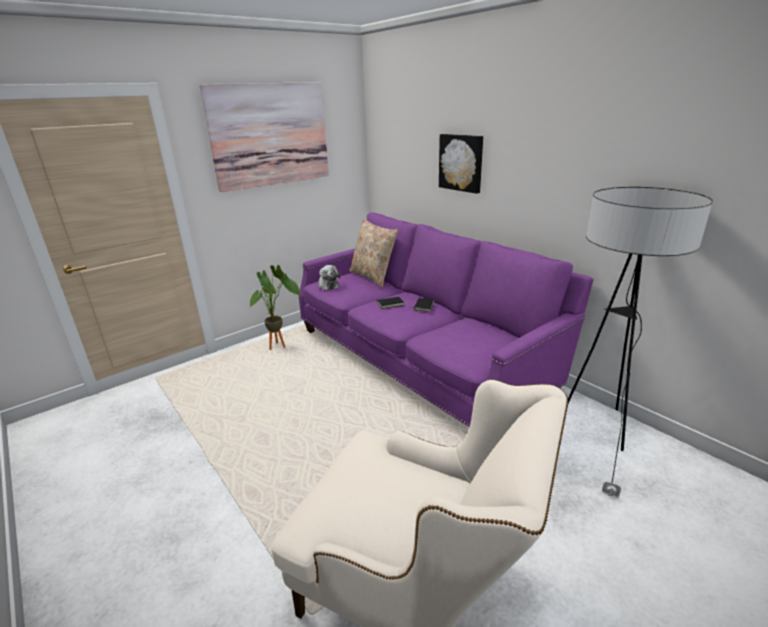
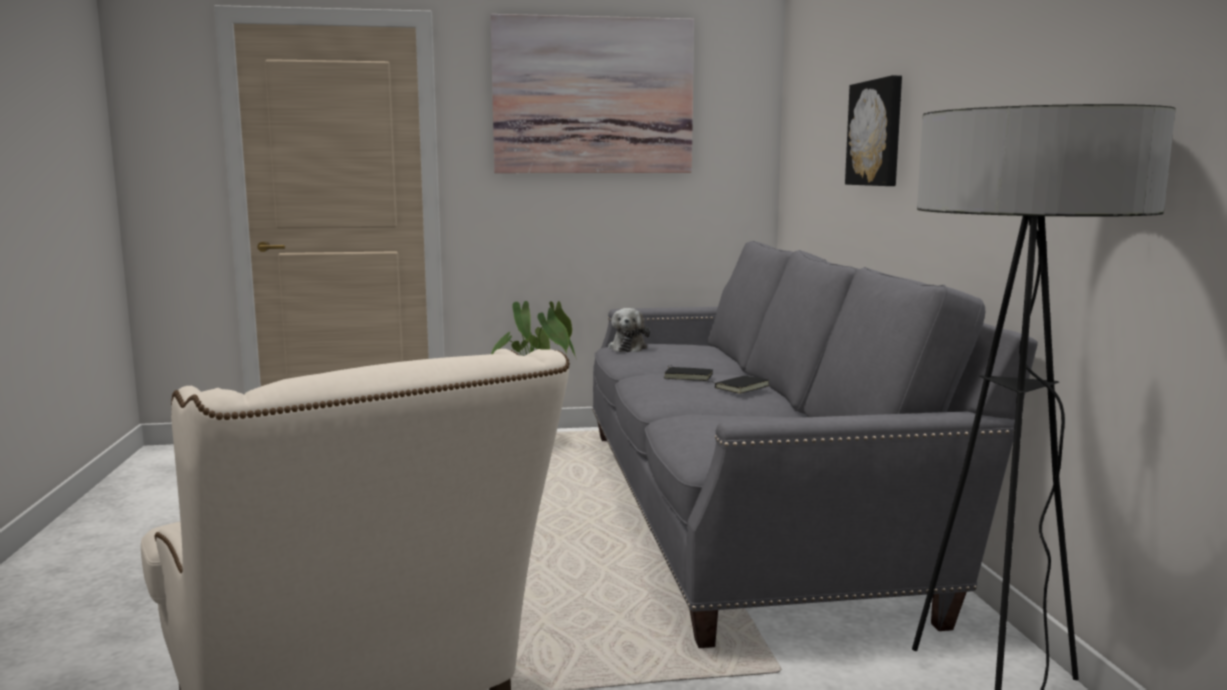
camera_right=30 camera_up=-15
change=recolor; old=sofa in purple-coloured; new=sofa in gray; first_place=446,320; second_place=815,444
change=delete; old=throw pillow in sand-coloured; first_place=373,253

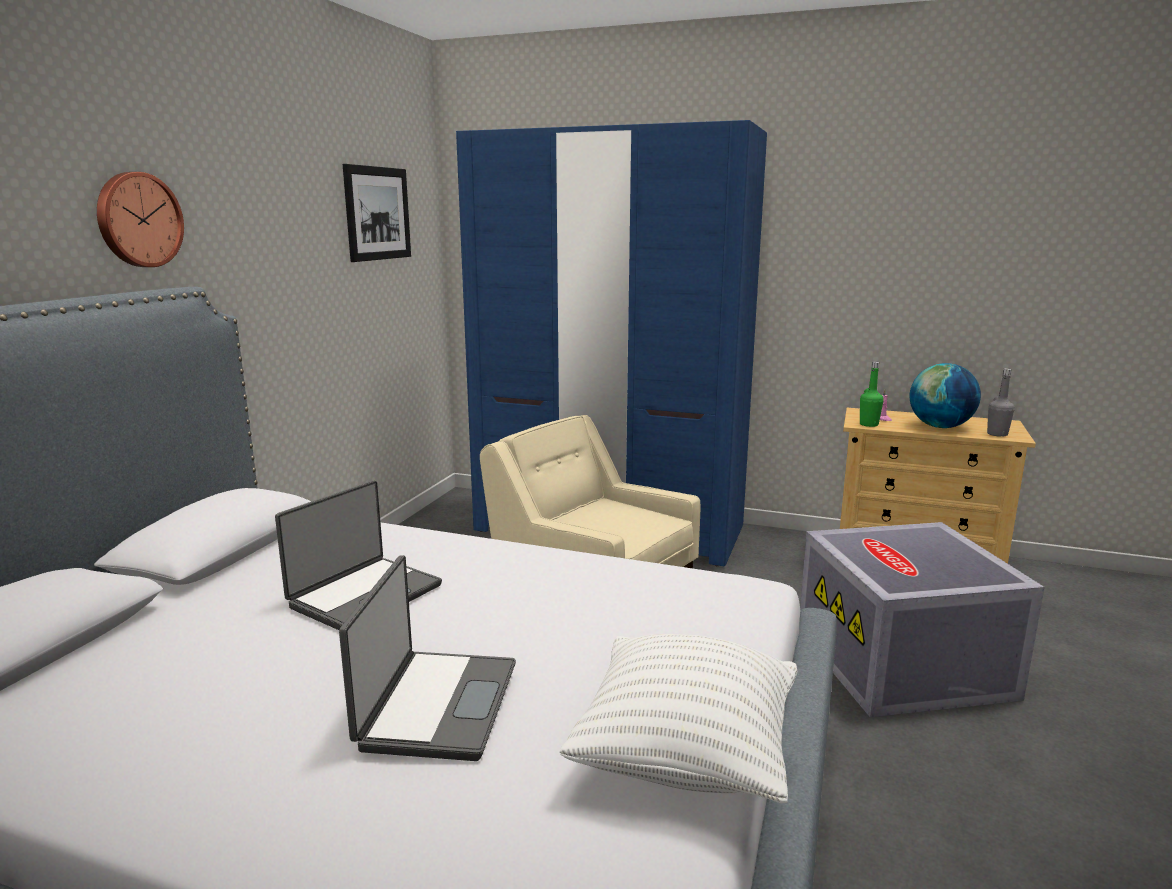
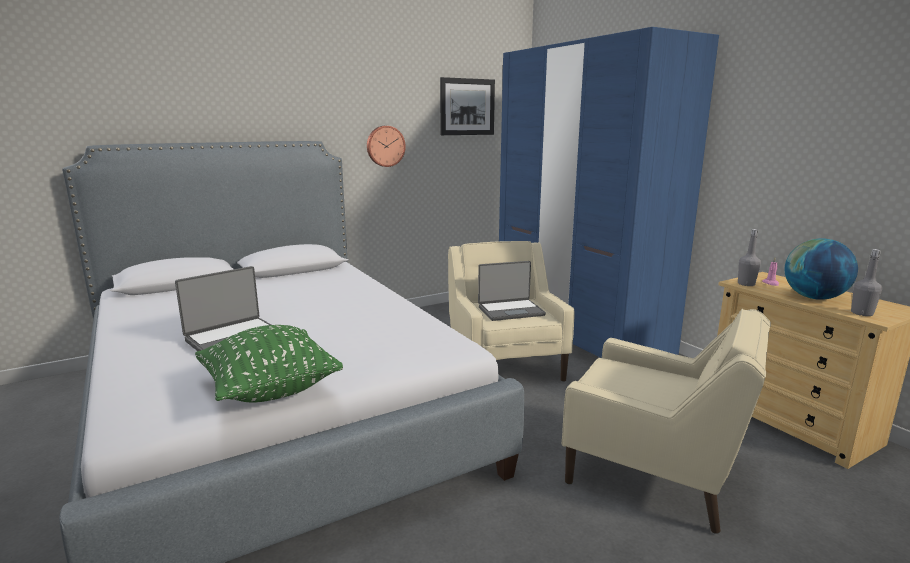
camera_right=40 camera_up=0
change=recolor; old=throw pillow in white; new=throw pillow in green; first_place=678,719; second_place=269,364
change=move; old=wall clock; first_place=140,219; second_place=386,146
change=move; old=laptop; first_place=358,555; second_place=512,291
change=replace; old=storage box in gray; new=armchair in sand-coloured; first_place=922,619; second_place=666,421
change=recolor; old=bottle in green; new=bottle in gray; first_place=872,394; second_place=749,257

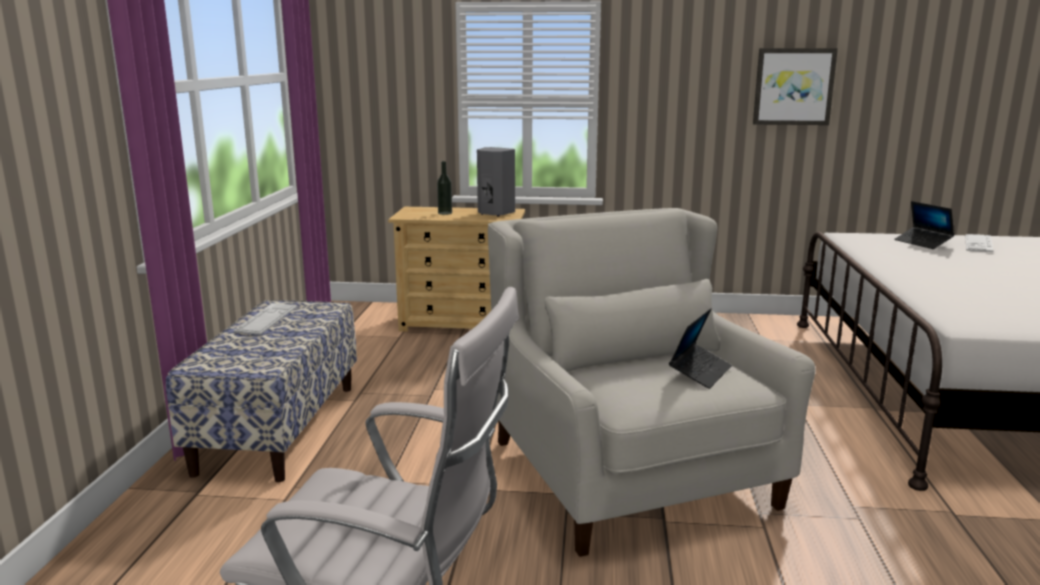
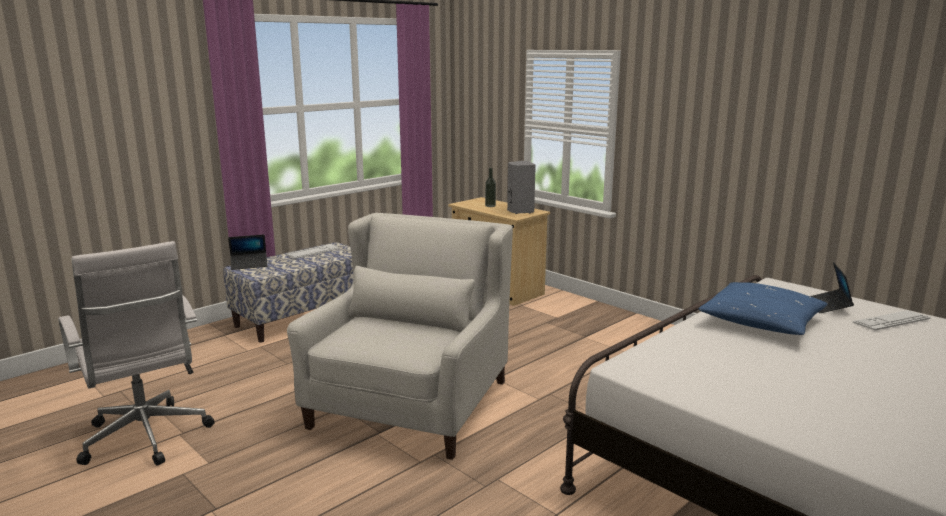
camera_right=40 camera_up=0
change=move; old=laptop; first_place=700,348; second_place=248,252
change=insert; new=throw pillow in blue; second_place=763,308
change=delete; old=wall picture; first_place=795,86

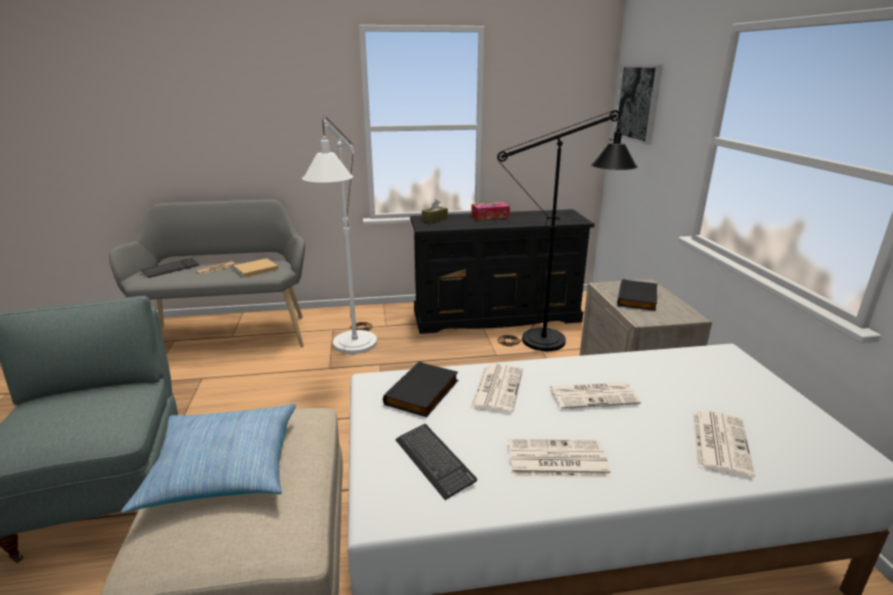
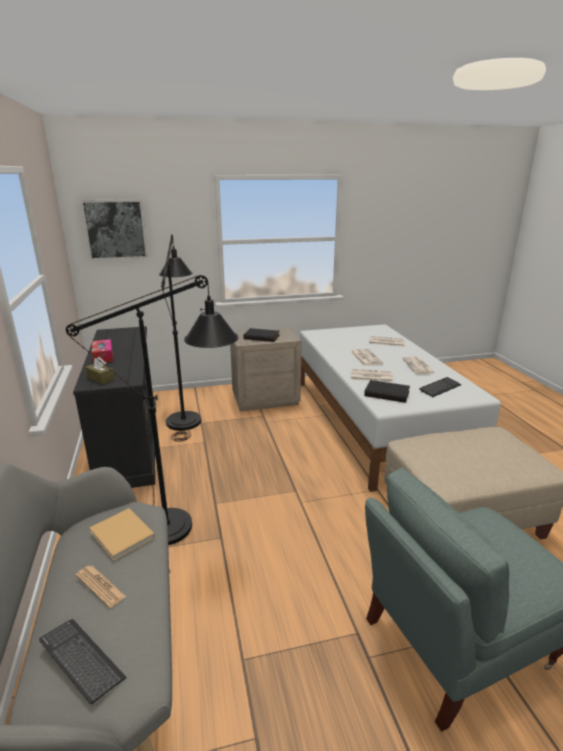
camera_right=-95 camera_up=0
change=recolor; old=floor lamp in white; new=floor lamp in blackish; first_place=339,234; second_place=152,410
change=delete; old=throw pillow; first_place=208,458

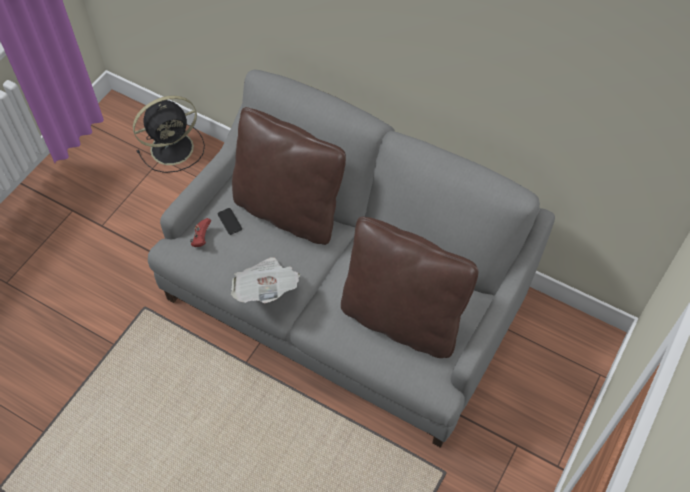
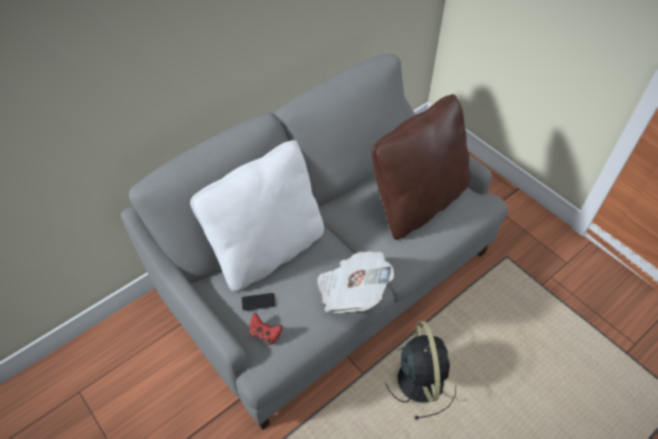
camera_right=-70 camera_up=-5
change=recolor; old=throw pillow in brownish; new=throw pillow in white; first_place=289,176; second_place=257,216
change=move; old=cooling fan in blackish; first_place=169,134; second_place=420,370

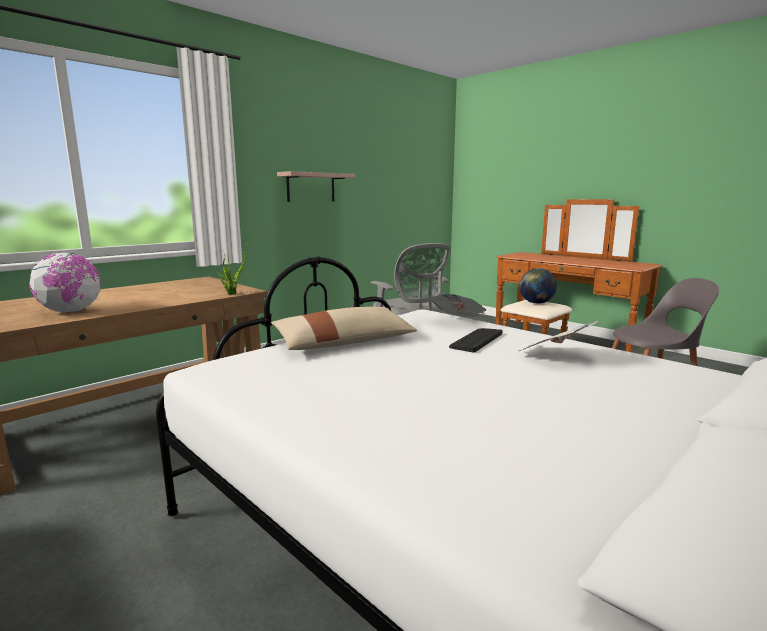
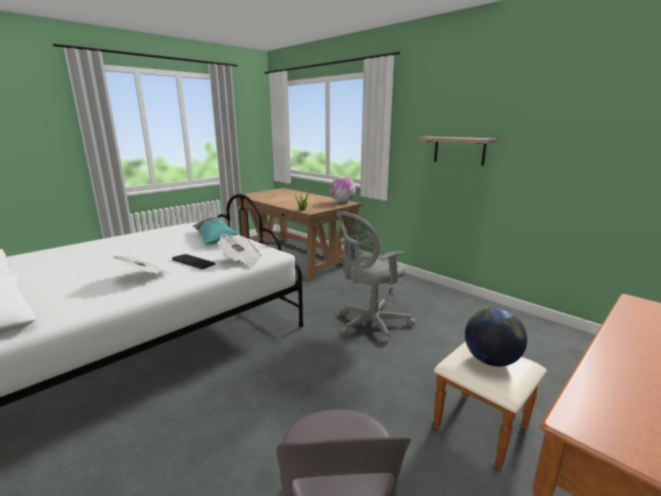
camera_right=90 camera_up=5
change=recolor; old=throw pillow in sand-coloured; new=throw pillow in turquoise-coloured; first_place=344,328; second_place=215,230
change=move; old=world globe; first_place=65,283; second_place=343,189

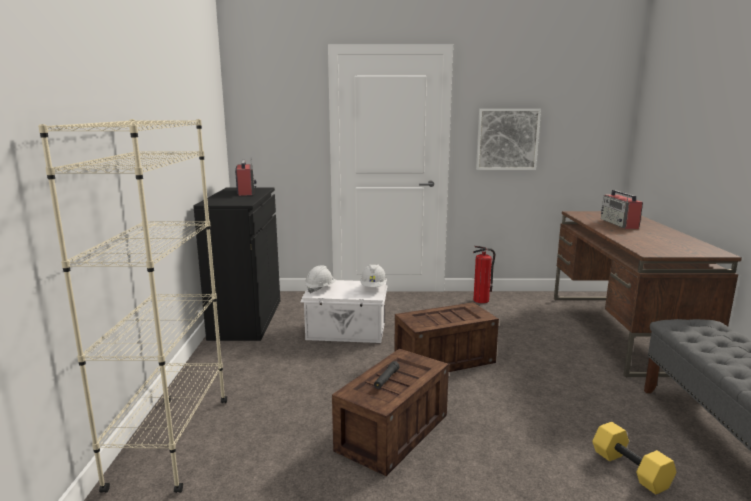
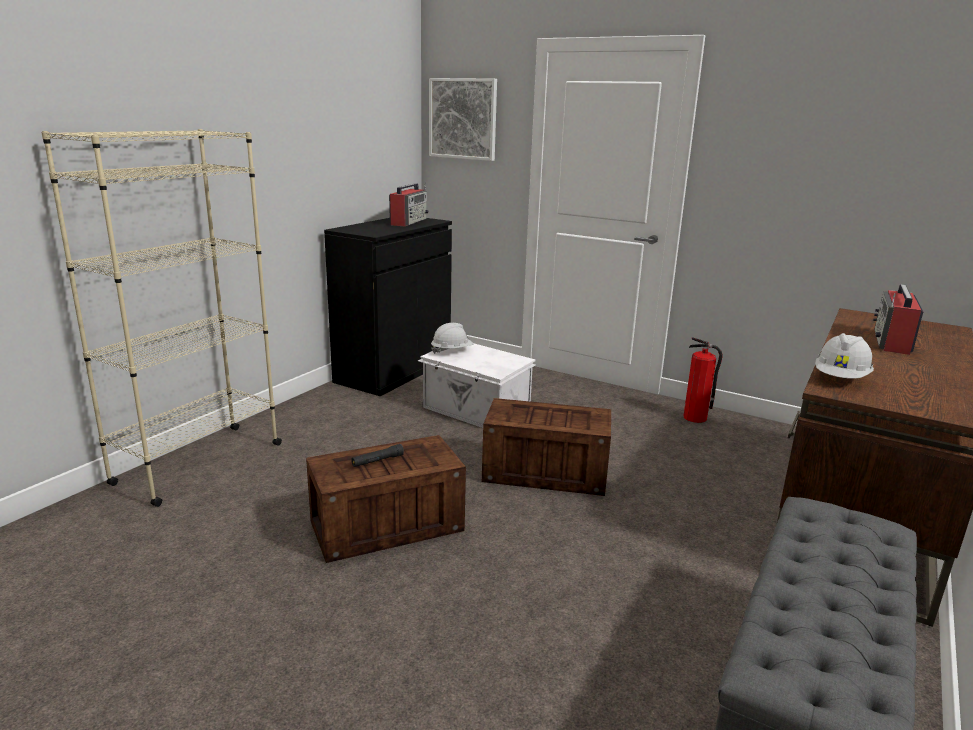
camera_right=30 camera_up=5
change=move; old=wall picture; first_place=508,139; second_place=463,119
change=move; old=work helmet in white; first_place=373,275; second_place=844,356
change=delete; old=hand weight in yellow; first_place=634,458

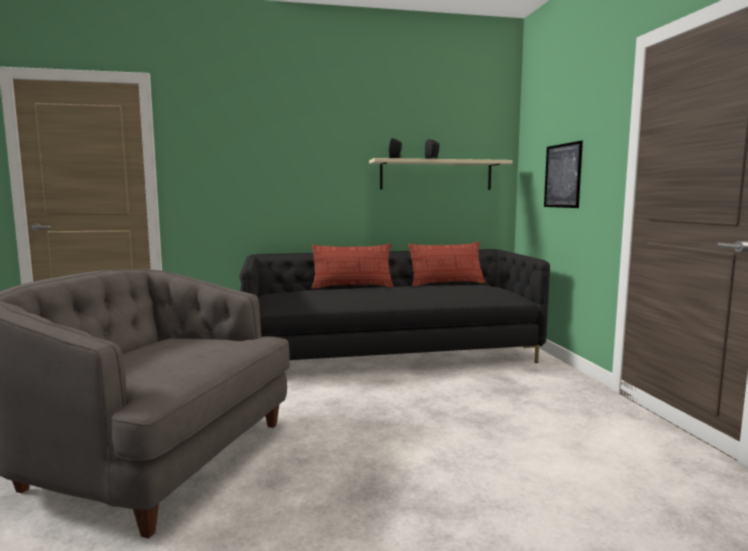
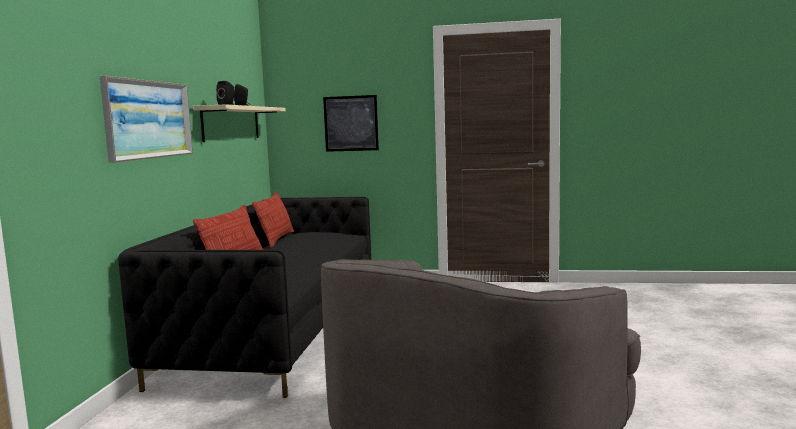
camera_right=-70 camera_up=0
change=insert; new=wall picture; second_place=146,119

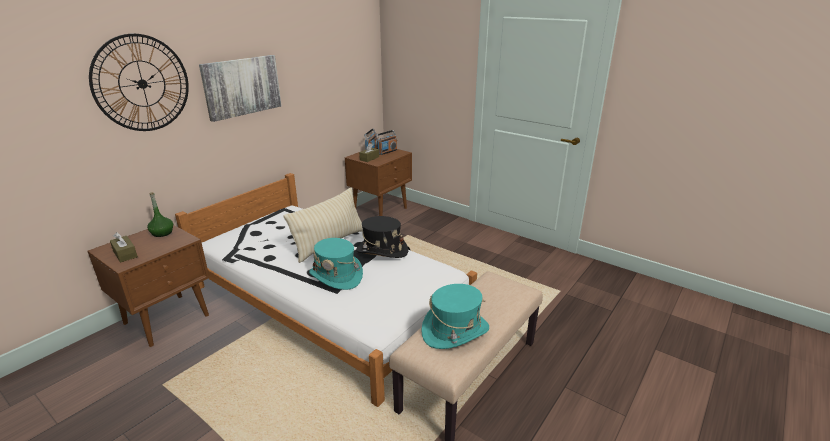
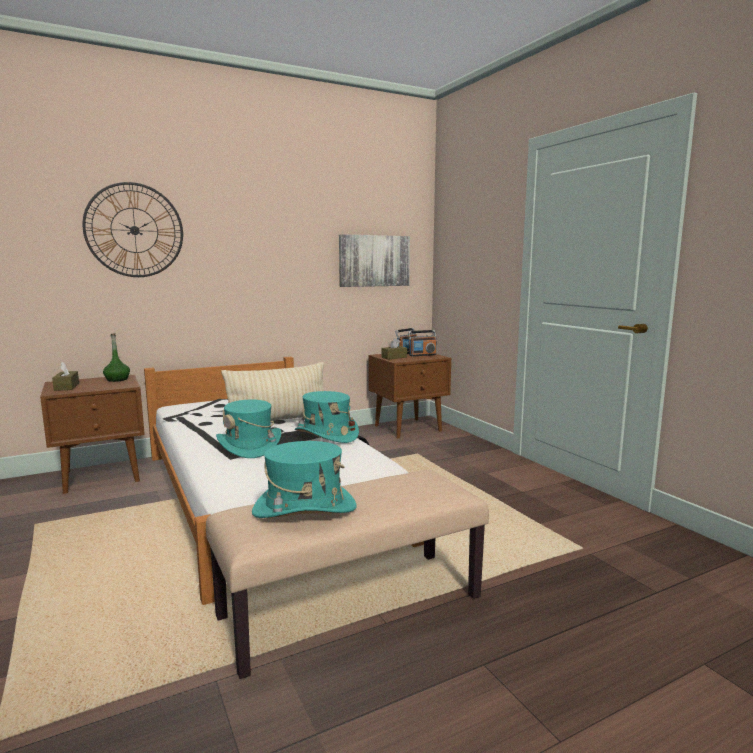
camera_right=25 camera_up=-15
change=recolor; old=wearable hat in blackish; new=wearable hat in turquoise-coloured; first_place=382,237; second_place=327,417
change=move; old=wall picture; first_place=240,88; second_place=374,260

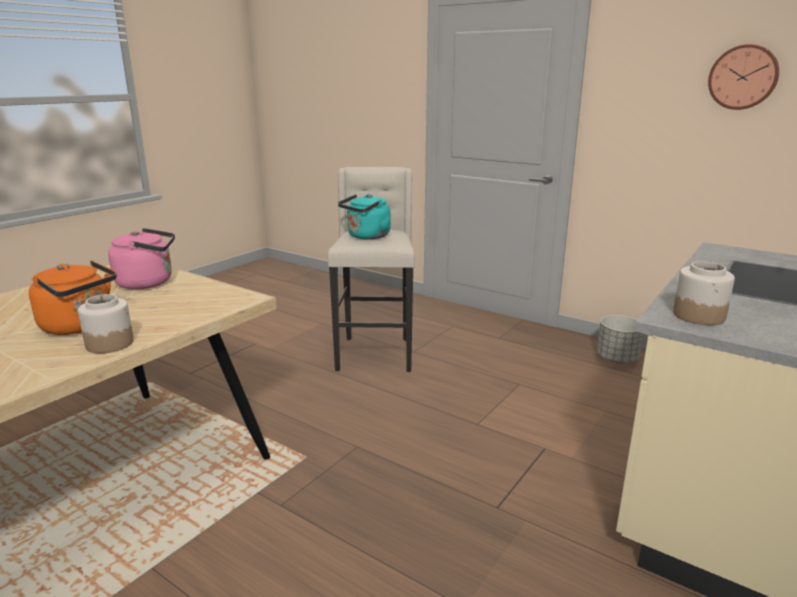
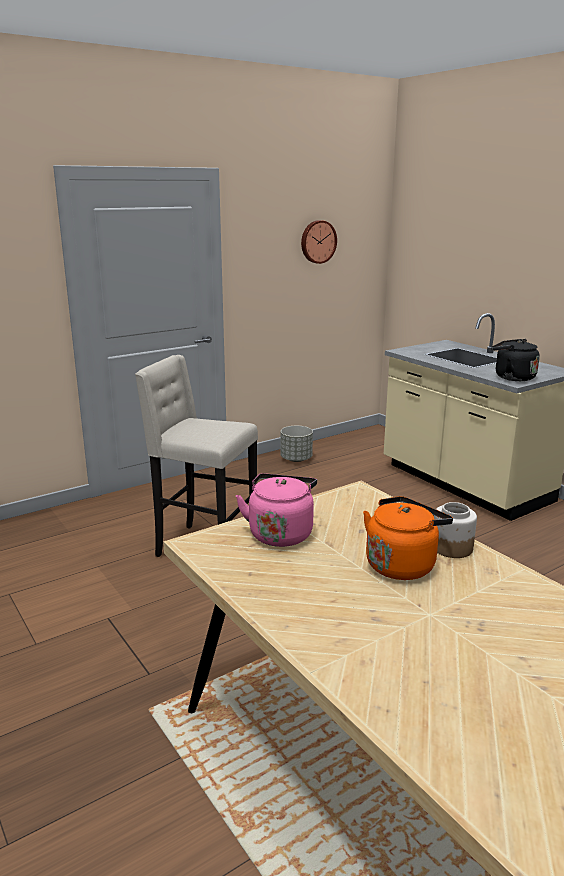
camera_right=-70 camera_up=0
change=replace; old=preserve jar; new=tea kettle in blackish; first_place=704,293; second_place=515,360
change=delete; old=tea kettle in turquoise-coloured; first_place=364,216

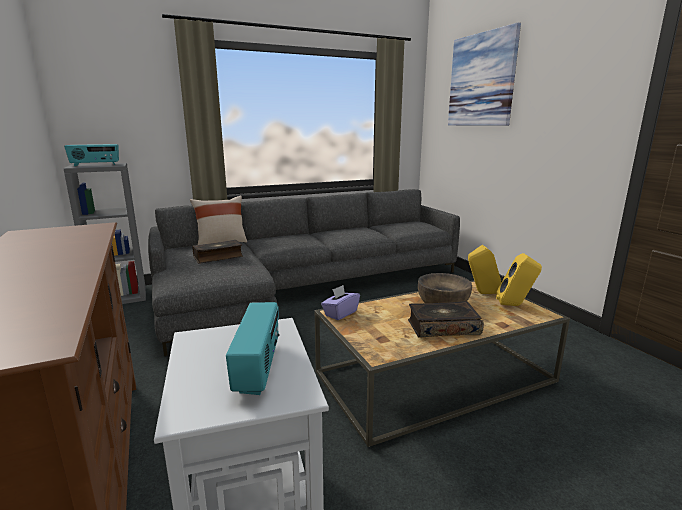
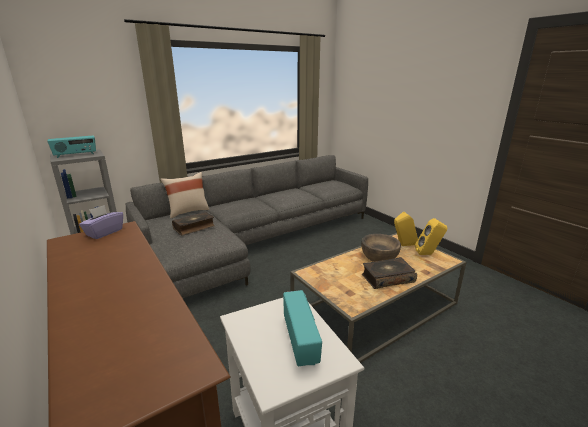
camera_right=-10 camera_up=5
change=move; old=tissue holder in purple-coloured; first_place=340,302; second_place=101,222
change=delete; old=wall picture; first_place=484,74

